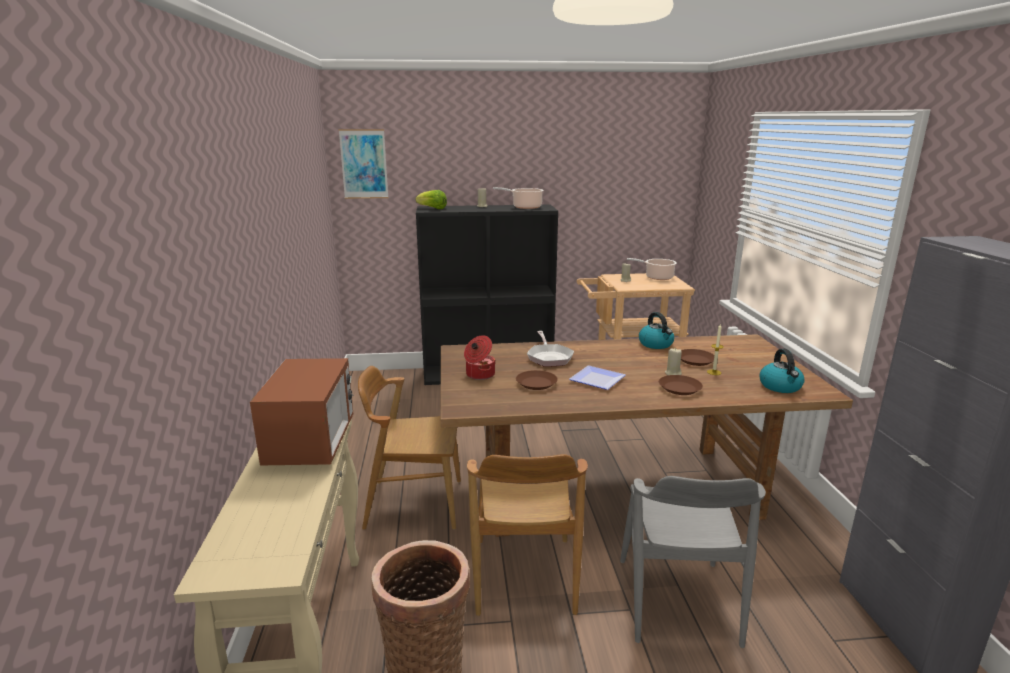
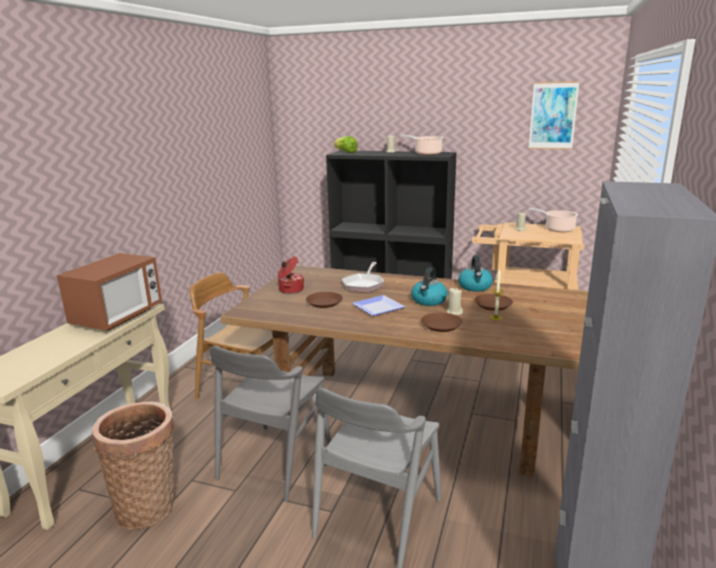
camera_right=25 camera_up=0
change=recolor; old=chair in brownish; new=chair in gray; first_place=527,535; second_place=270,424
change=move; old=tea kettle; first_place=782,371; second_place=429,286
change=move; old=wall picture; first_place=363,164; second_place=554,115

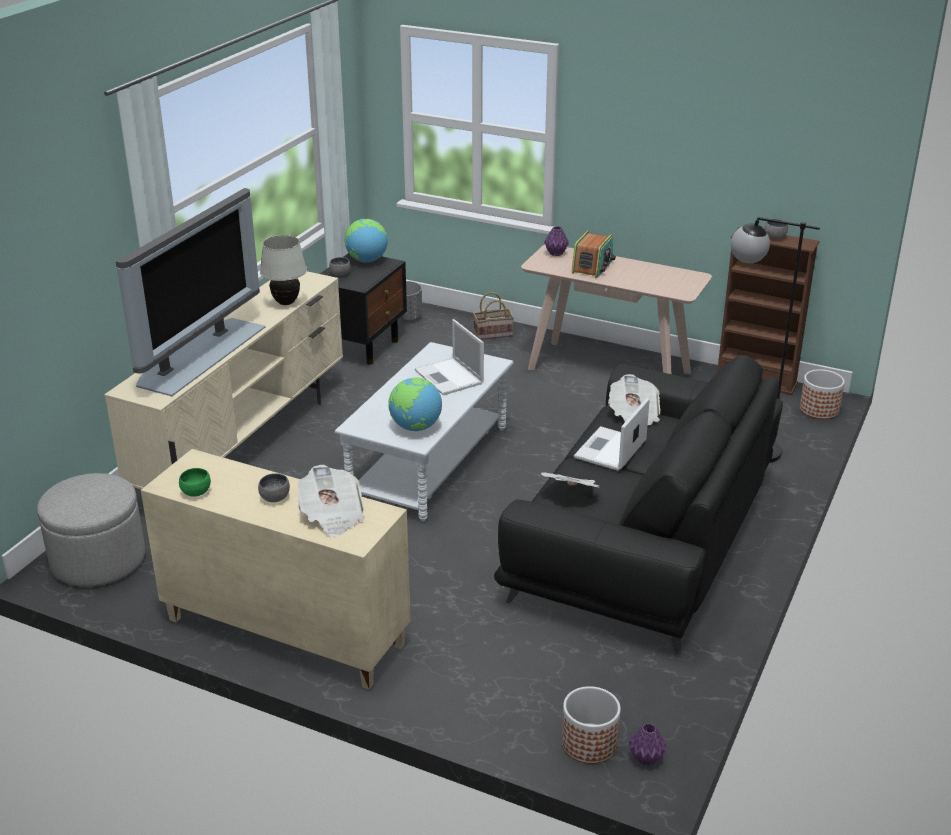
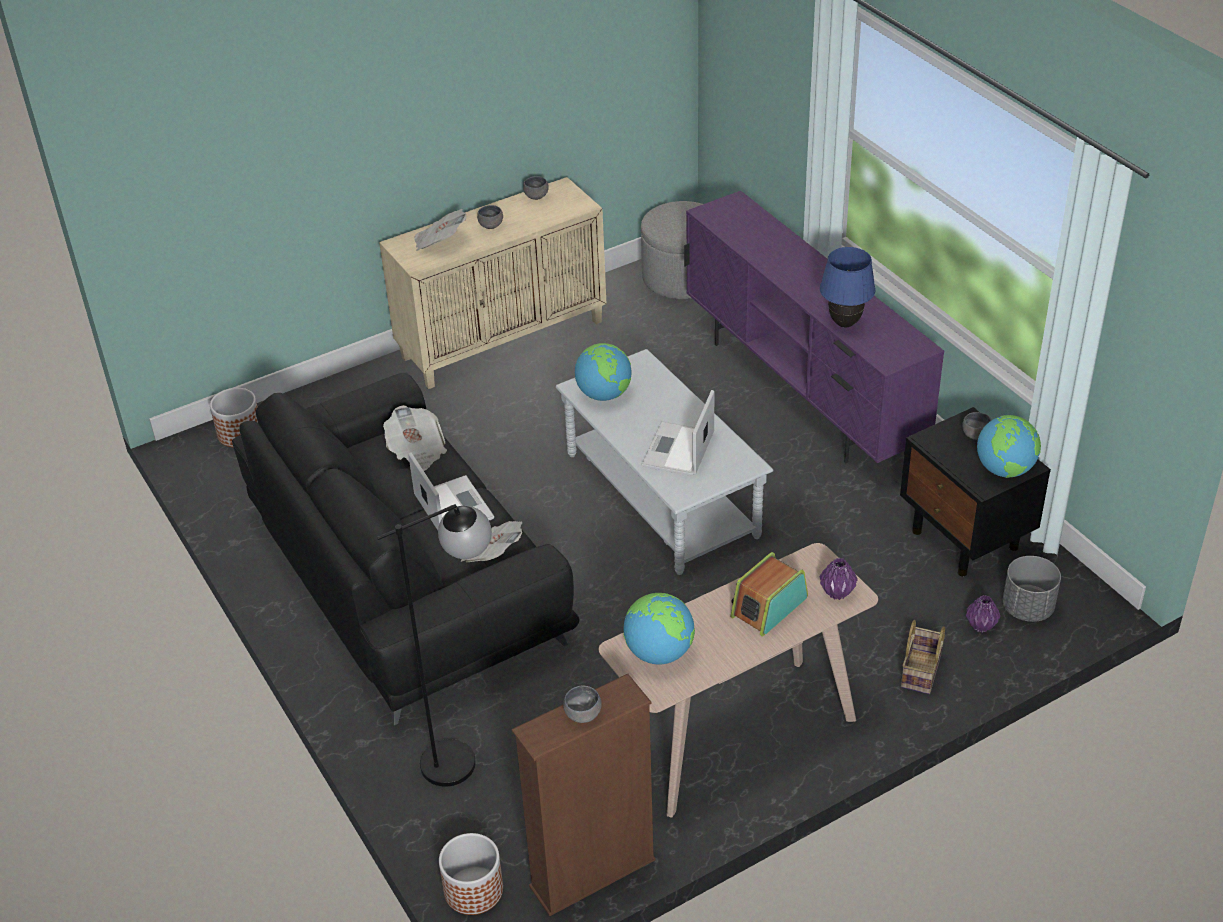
camera_right=125 camera_up=10
change=recolor; old=serving bowl in green; new=serving bowl in gray; first_place=195,482; second_place=536,188
change=insert; new=world globe; second_place=659,629
change=rotate; old=laptop; first_place=449,357; second_place=678,433; degrees=-75
change=recolor; old=tv unit in sand-coloured; new=tv unit in purple-coloured; first_place=223,380; second_place=814,327
change=rotate; old=radio; first_place=594,254; second_place=769,594; degrees=75
change=recolor; old=table lamp in white; new=table lamp in blue; first_place=283,270; second_place=847,287
change=move; old=decorative vase in purple-coloured; first_place=647,744; second_place=983,613
change=delete; old=TV set; first_place=191,292

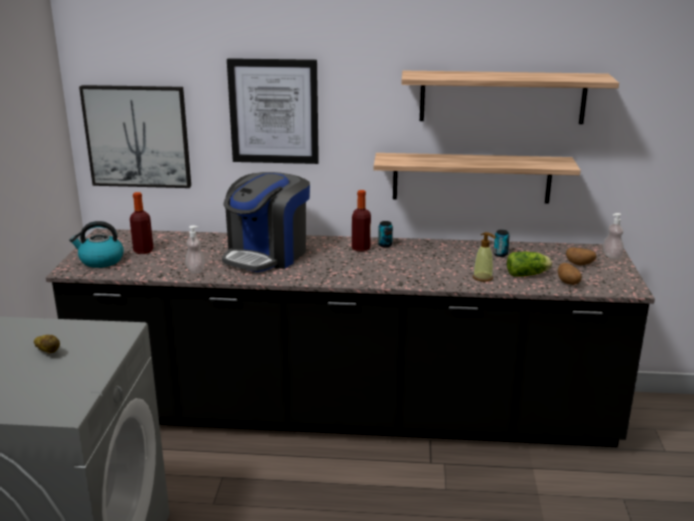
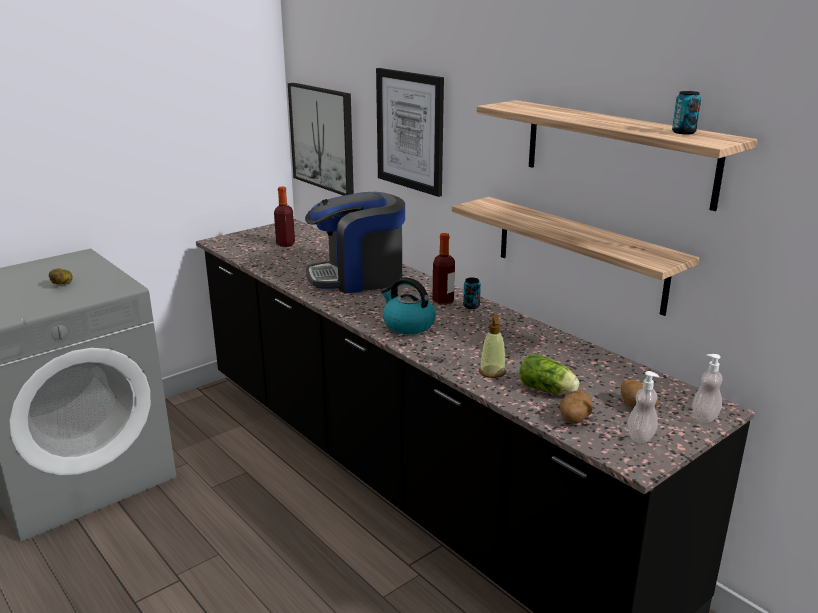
camera_right=45 camera_up=0
change=move; old=tea kettle; first_place=96,244; second_place=408,305
change=move; old=soap bottle; first_place=195,249; second_place=643,407
change=move; old=metal can; first_place=502,243; second_place=686,112

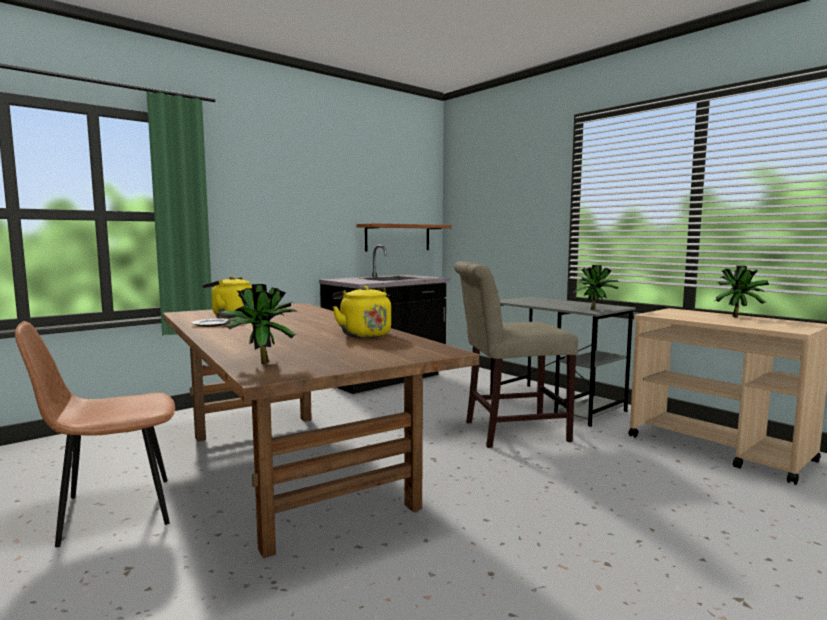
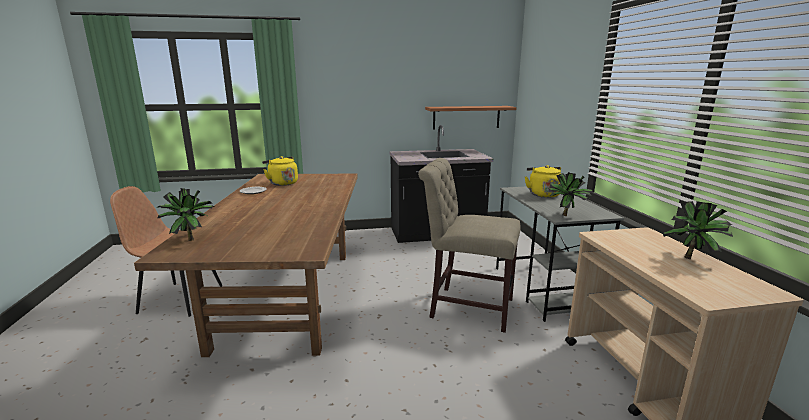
camera_right=30 camera_up=10
change=move; old=tea kettle in yellow; first_place=361,312; second_place=543,181

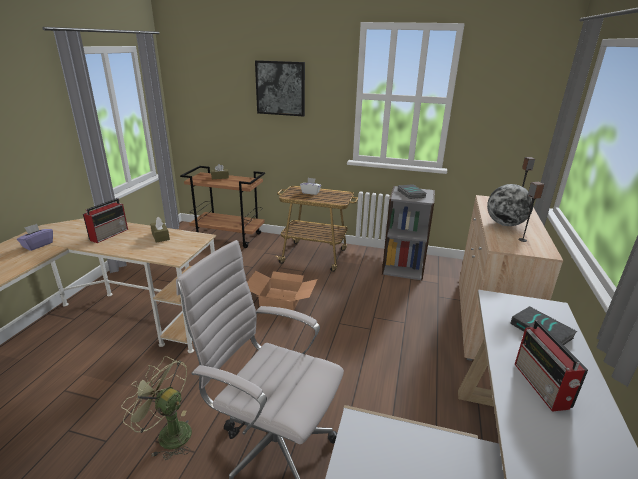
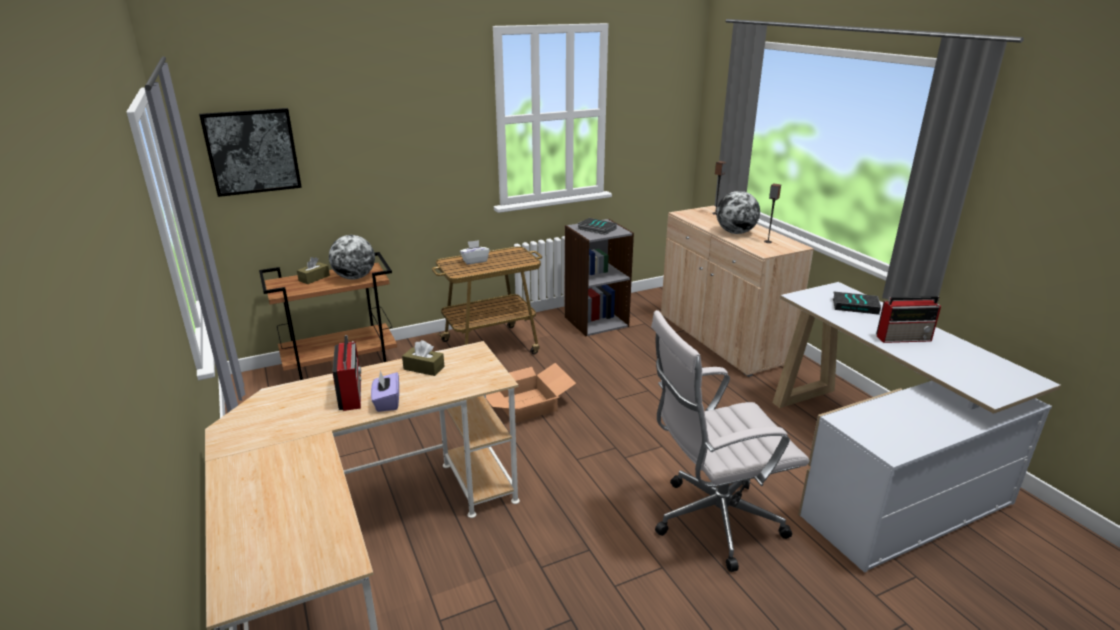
camera_right=-40 camera_up=0
change=move; old=wall picture; first_place=280,88; second_place=250,152
change=insert; new=world globe; second_place=352,257
change=move; old=tissue holder in purple-coloured; first_place=35,237; second_place=385,391
change=rotate; old=radio; first_place=551,366; second_place=908,319; degrees=-45
change=delete; old=cooling fan in green; first_place=156,408

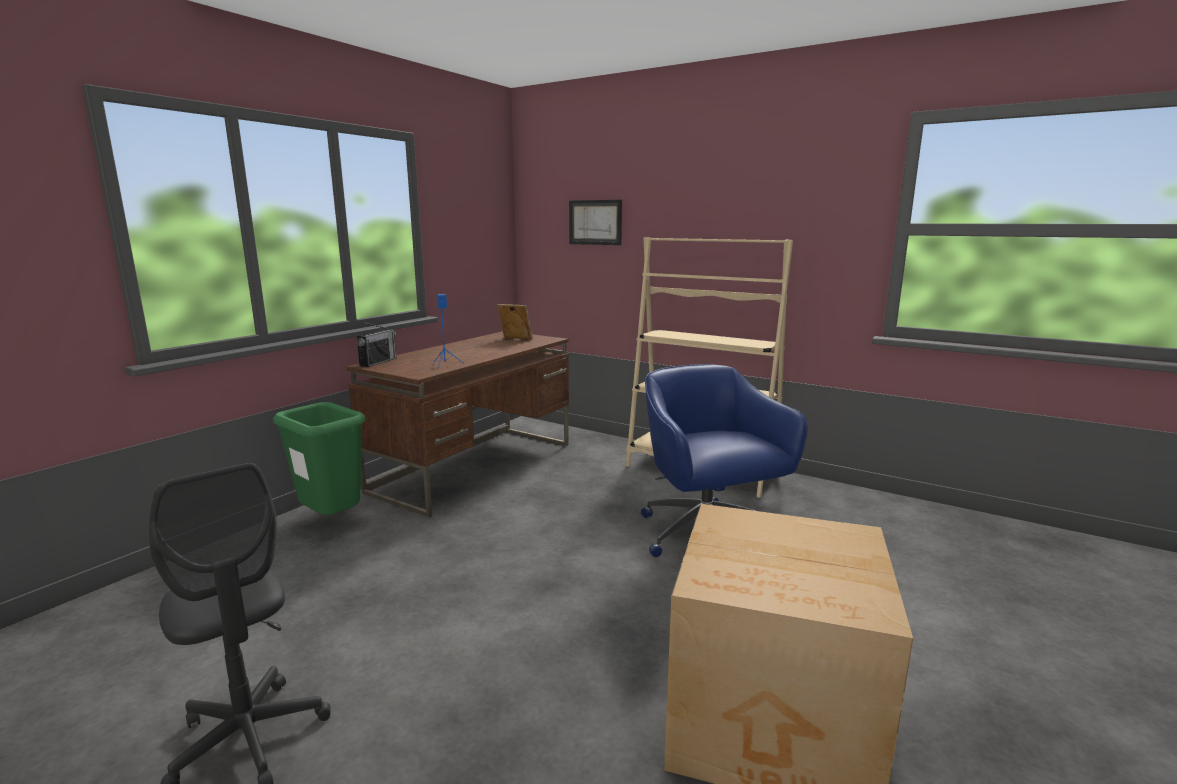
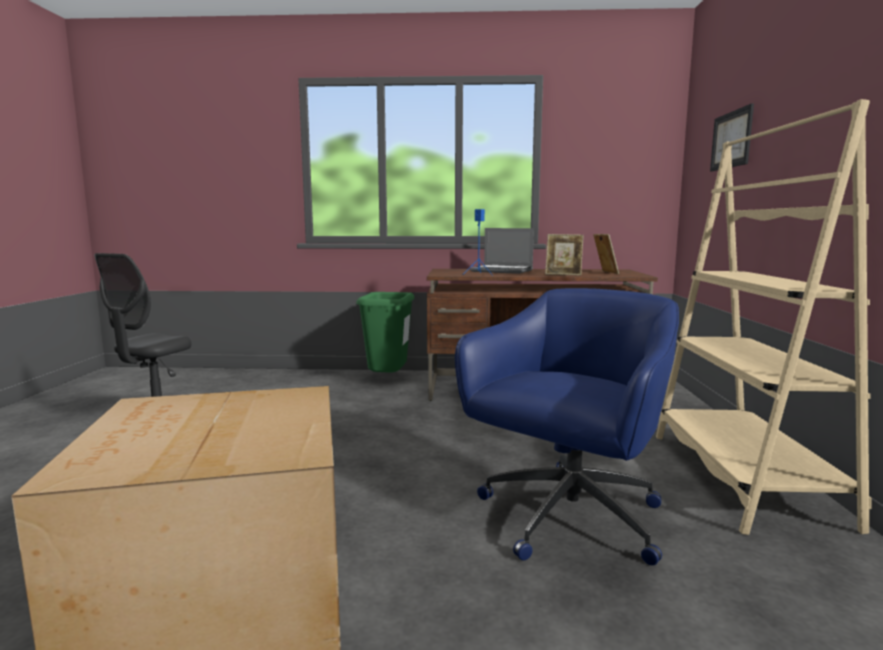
camera_right=60 camera_up=-5
change=insert; new=laptop; second_place=502,251
change=insert; new=photo frame; second_place=564,255
change=delete; old=radio; first_place=377,344

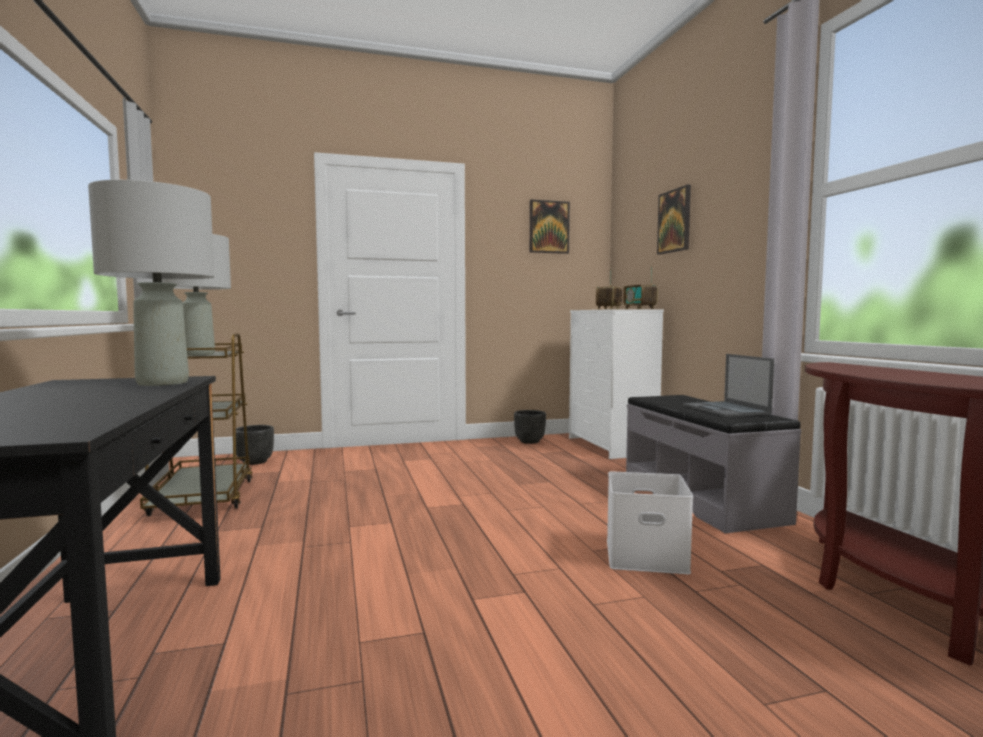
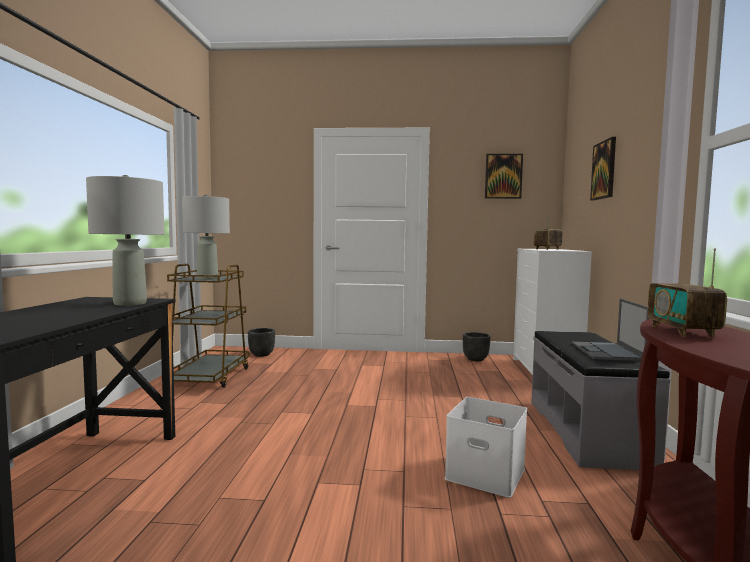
camera_right=20 camera_up=0
change=move; old=radio; first_place=640,287; second_place=687,293

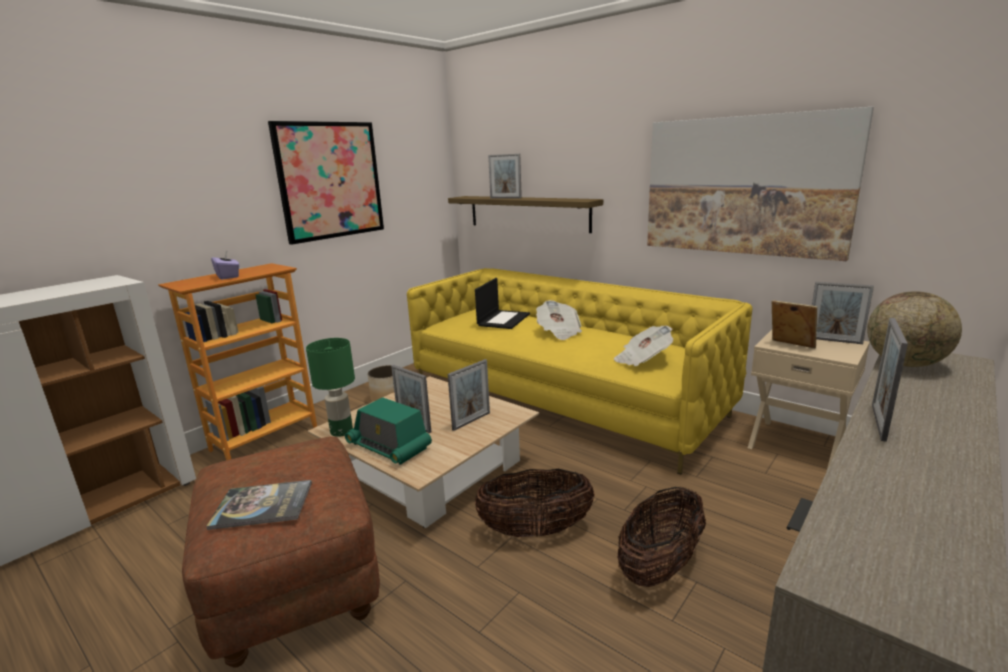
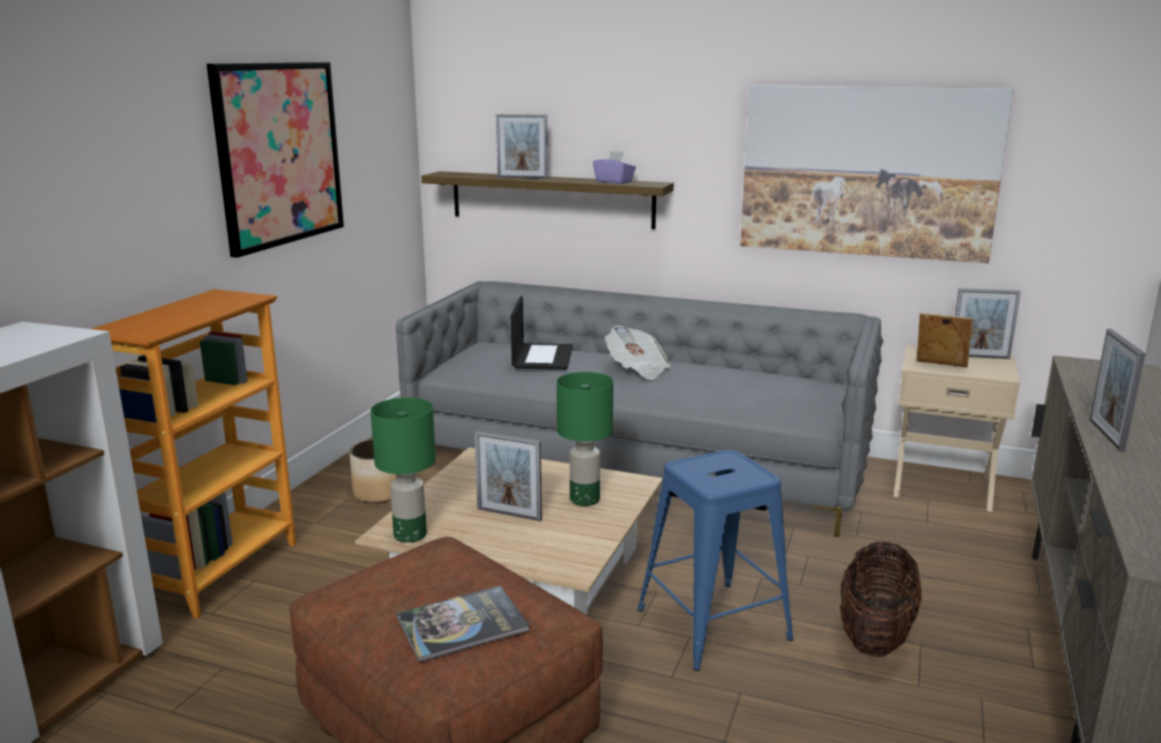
camera_right=-20 camera_up=0
change=recolor; old=sofa in yellow; new=sofa in gray; first_place=579,371; second_place=639,409
change=replace; old=photo frame; new=table lamp in green; first_place=469,395; second_place=585,439
change=move; old=tissue holder in purple-coloured; first_place=225,265; second_place=614,167
change=replace; old=storage basket; new=stool seat in blue; first_place=535,503; second_place=716,560
change=delete; old=radio; first_place=388,431
change=delete; old=printed paper; first_place=644,346
change=delete; old=world globe; first_place=914,329

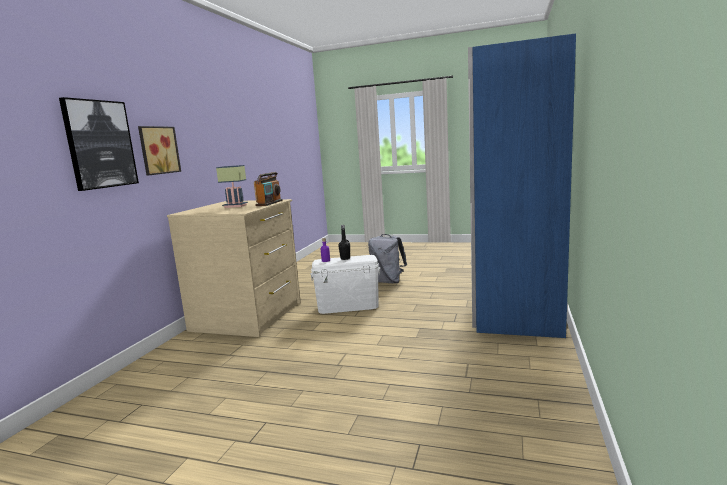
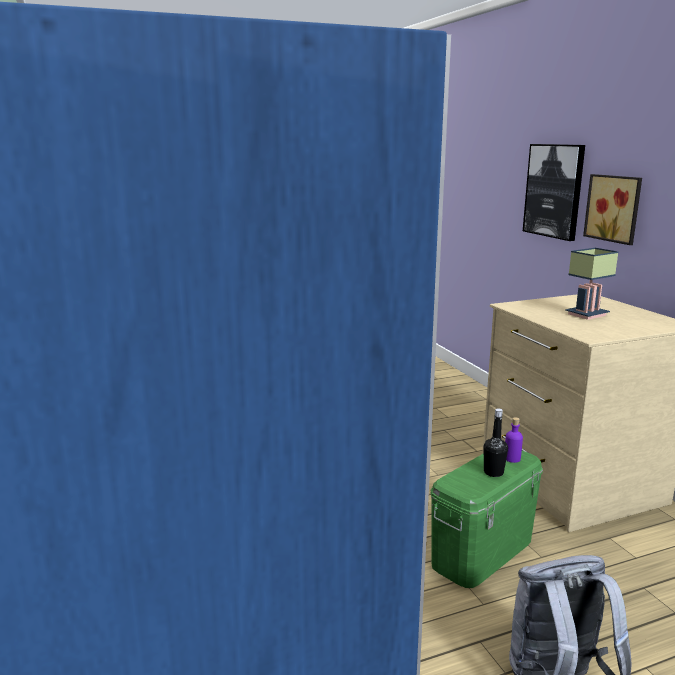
camera_right=140 camera_up=5
change=recolor; old=storage box in white; new=storage box in green; first_place=345,284; second_place=486,519
change=delete; old=radio; first_place=268,189

